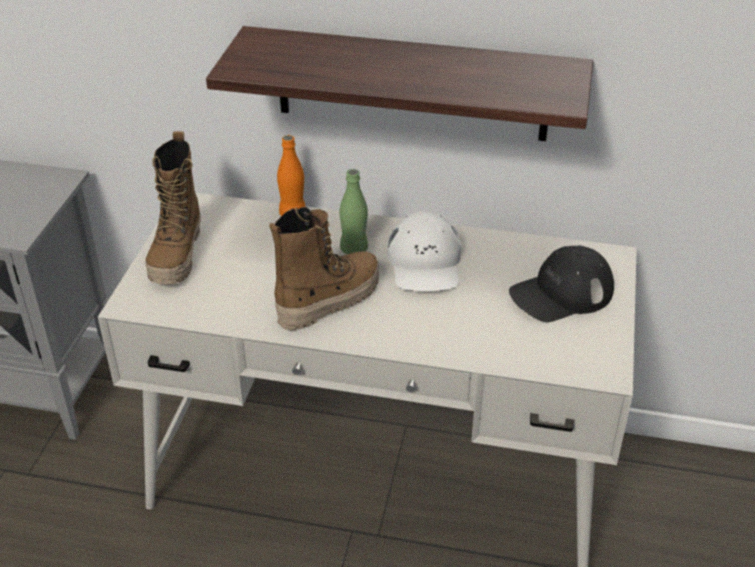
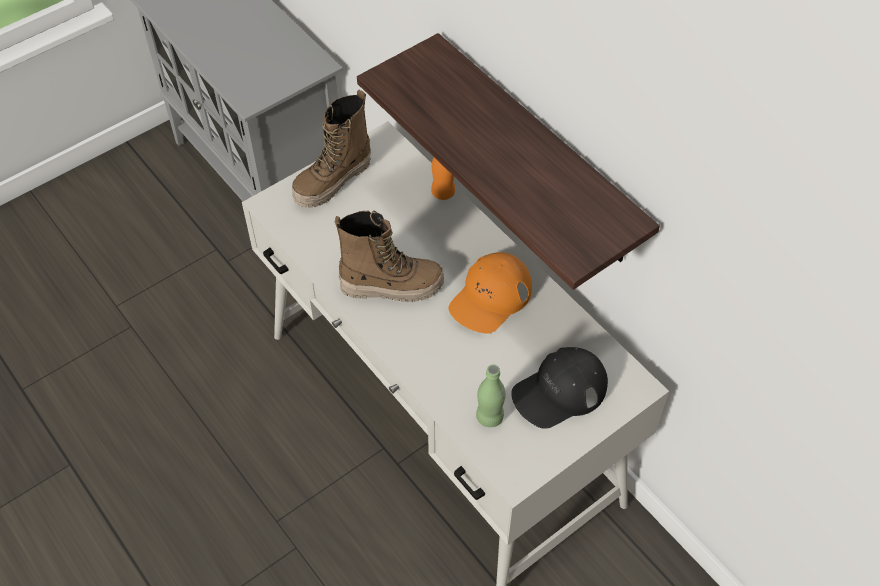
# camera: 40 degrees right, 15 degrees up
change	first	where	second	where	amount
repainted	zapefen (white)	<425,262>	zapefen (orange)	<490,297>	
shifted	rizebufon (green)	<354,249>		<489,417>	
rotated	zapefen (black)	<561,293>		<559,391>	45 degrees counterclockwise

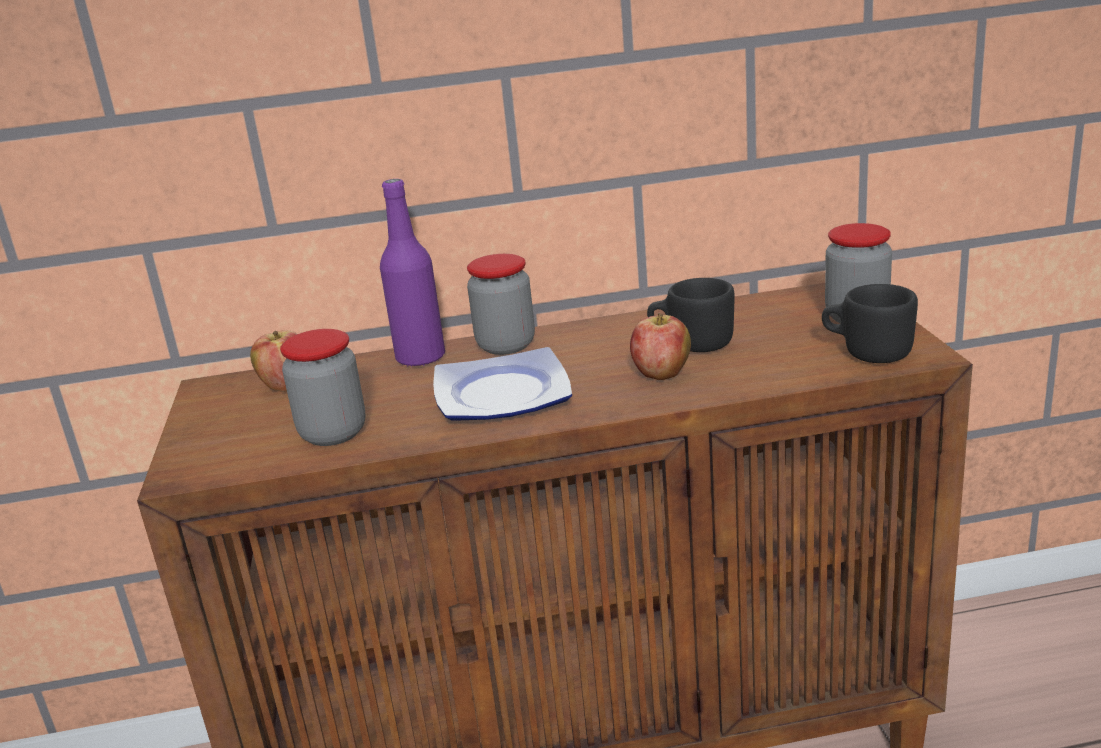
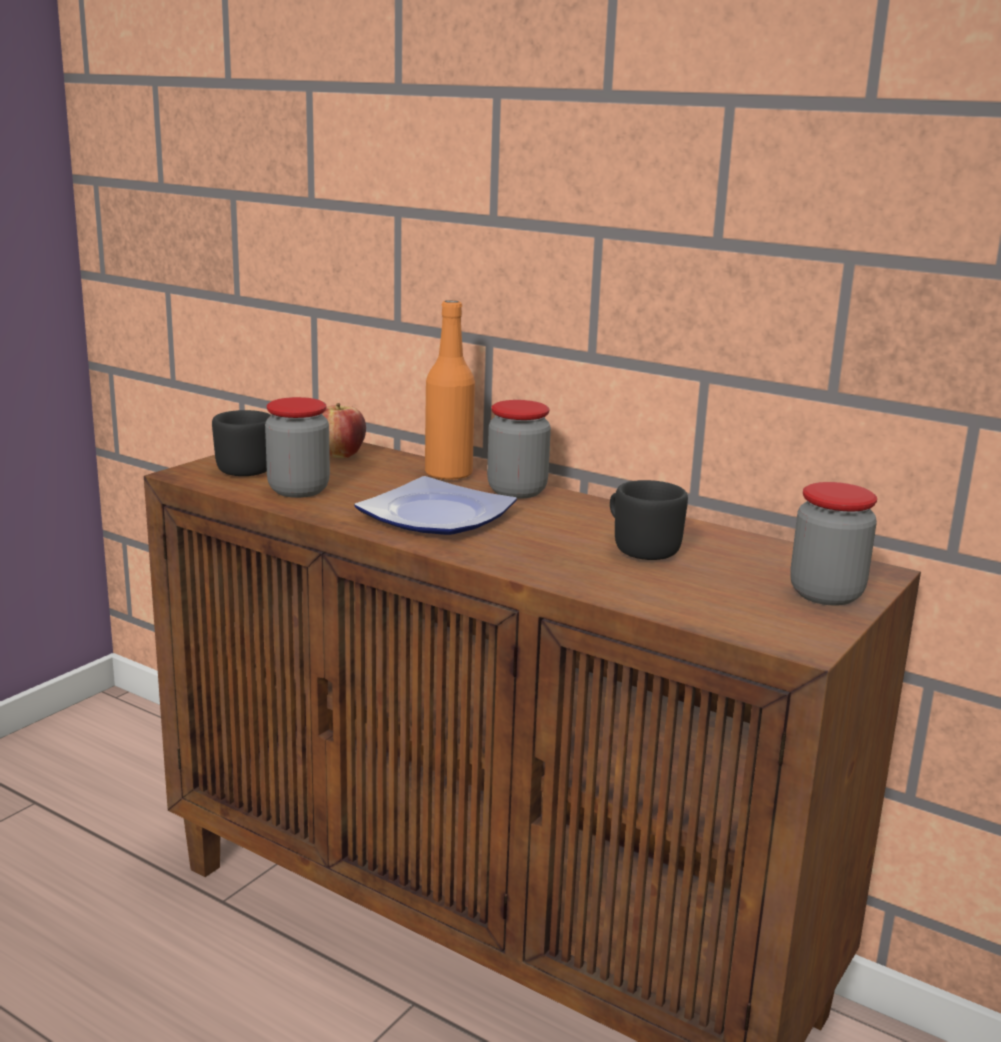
# camera: 40 degrees right, 5 degrees down
change	first	where	second	where	amount
shifted	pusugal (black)	<867,353>		<245,468>	
repainted	rizebufon (purple)	<420,358>	rizebufon (orange)	<448,474>	
gone	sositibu	<661,375>			

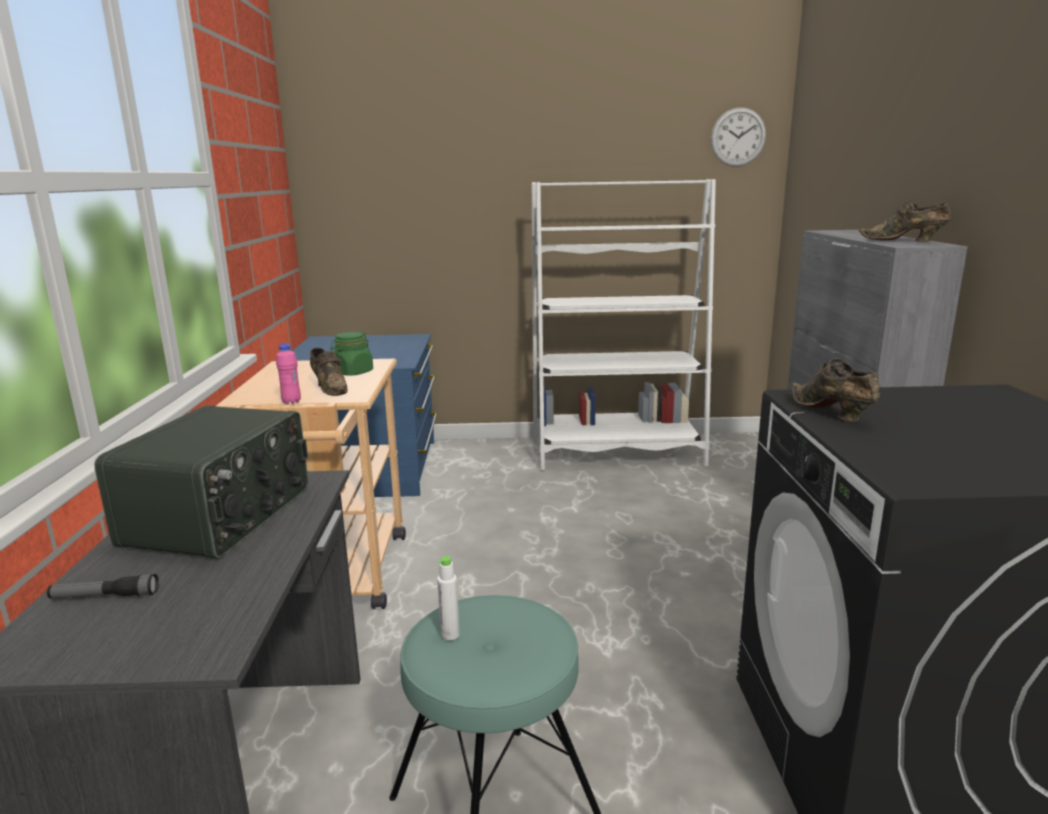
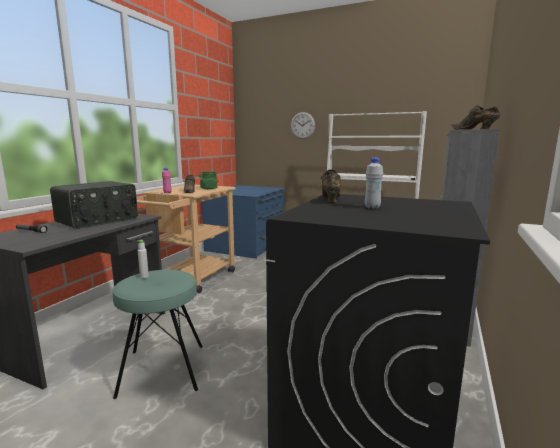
# camera: 25 degrees right, 5 degrees down
change	first	where	second	where	amount
shifted	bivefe	<738,137>		<302,125>	
new			rizebufon (white)	<372,207>	

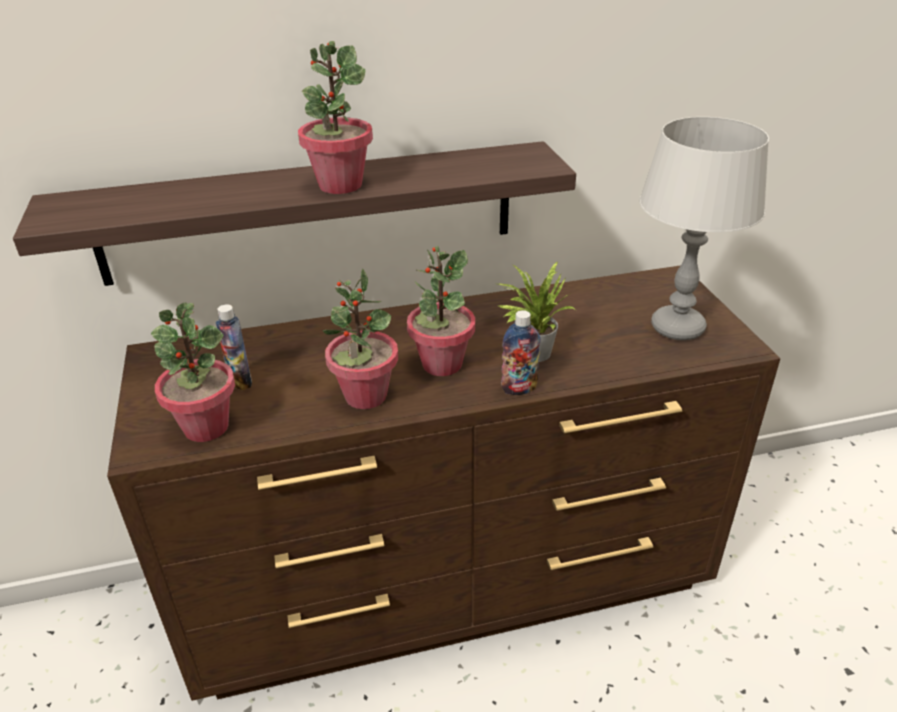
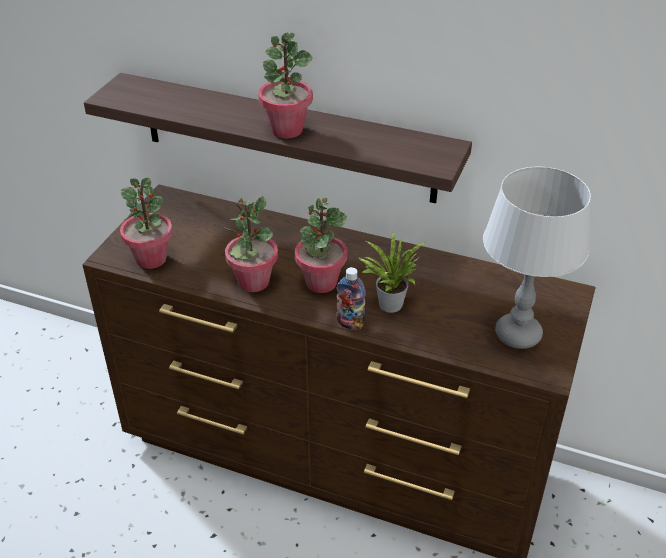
# camera: 35 degrees right, 5 degrees up
change	first	where	second	where	amount
gone	rizebufon	<240,381>			

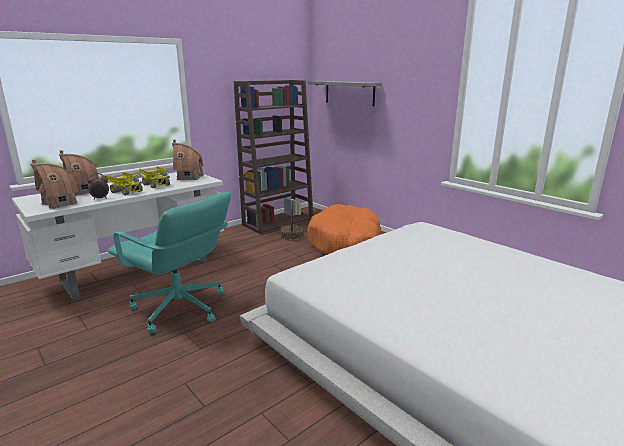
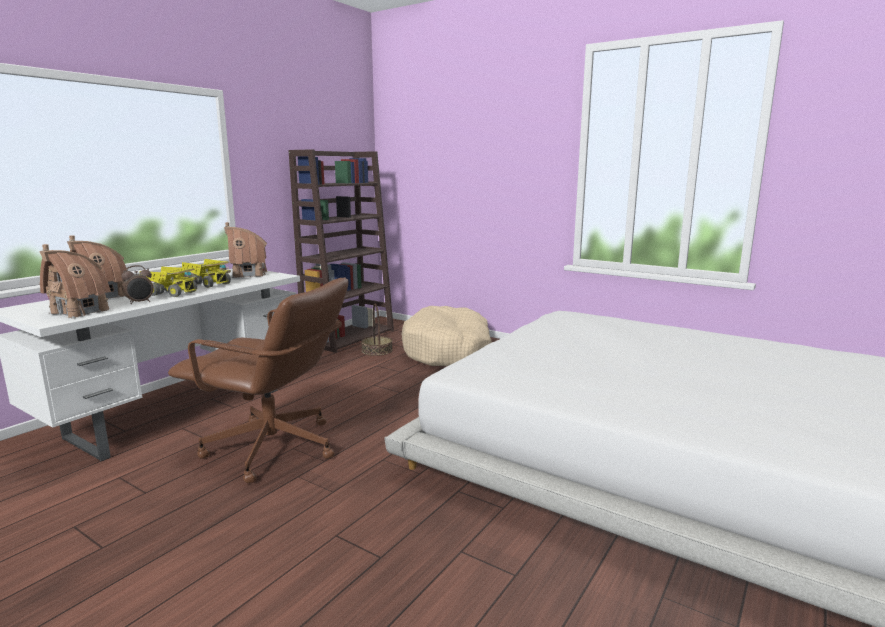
# camera: 15 degrees left, 5 degrees down
change	first	where	second	where	amount
repainted	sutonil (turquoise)	<179,309>	sutonil (brown)	<273,449>	
repainted	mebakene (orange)	<344,241>	mebakene (beige)	<448,351>	
gone	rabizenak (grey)	<349,93>			

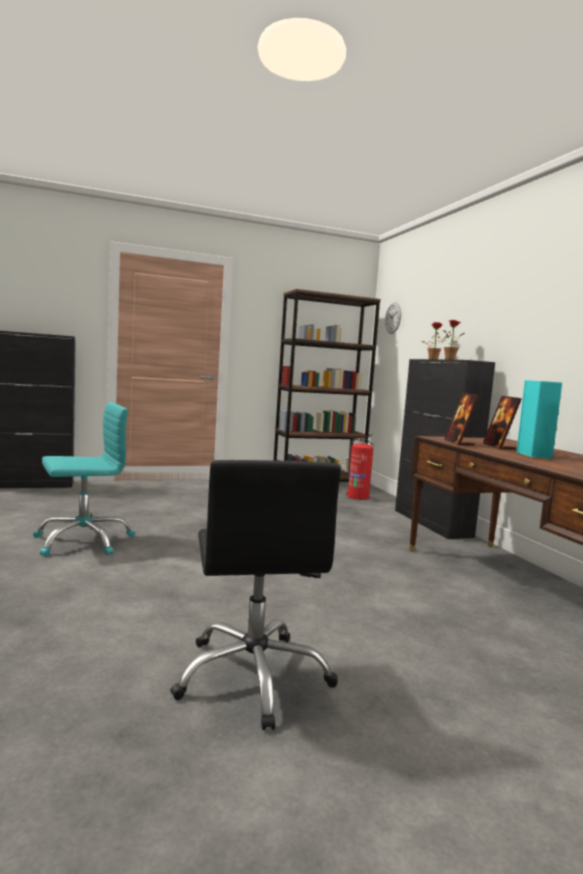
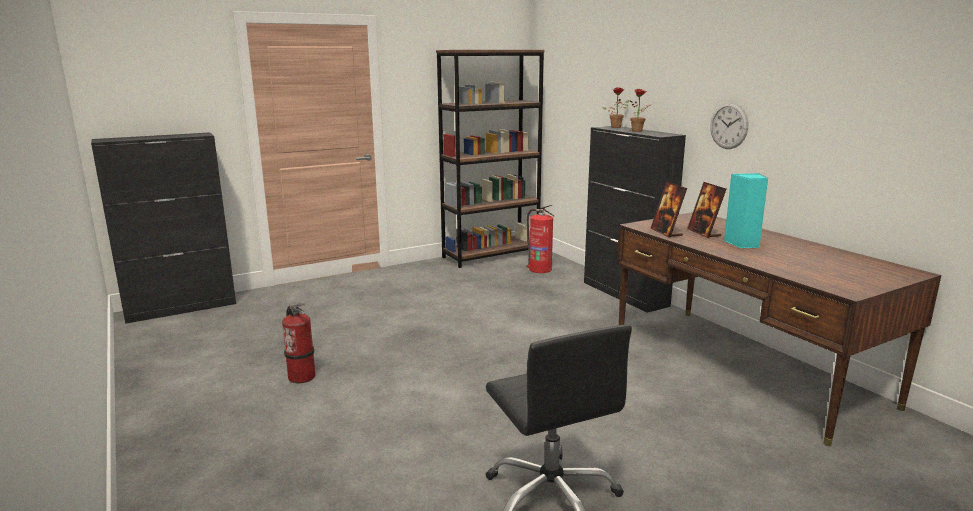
# camera: 10 degrees left, 10 degrees up
change	first	where	second	where	amount
swapped	sutonil (turquoise)	<83,541>	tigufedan	<302,376>	
shifted	bivefe	<393,318>		<729,126>	

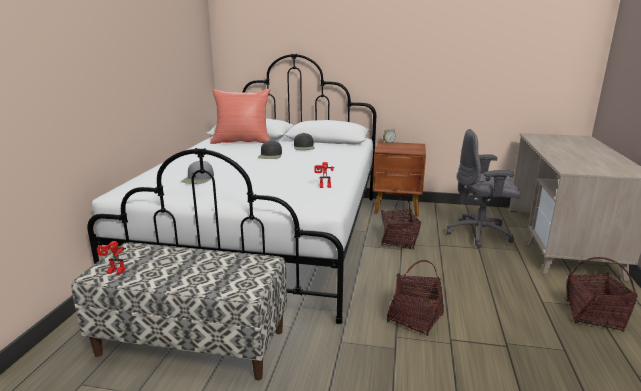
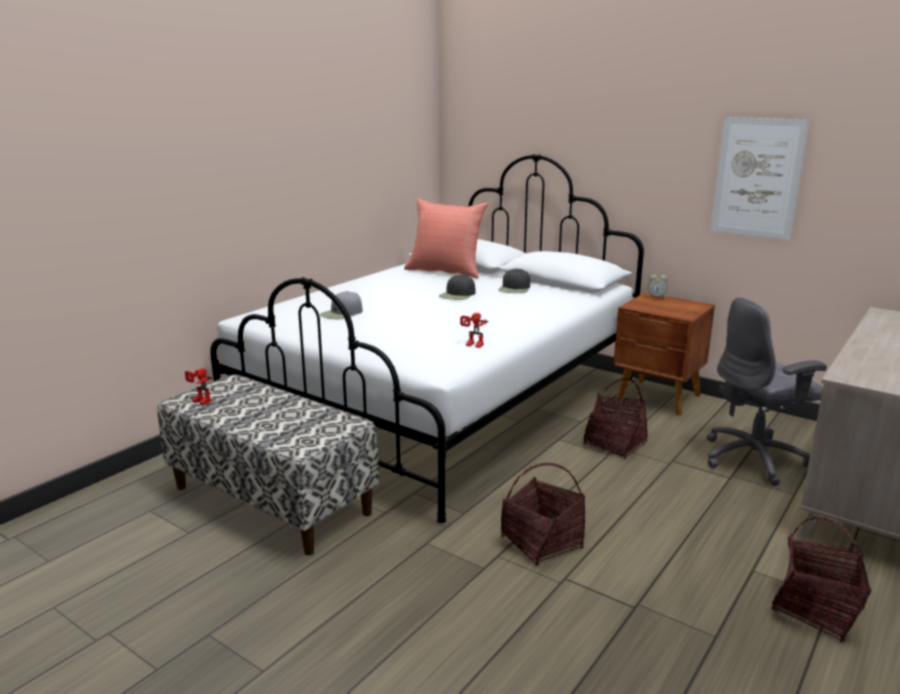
# camera: 25 degrees right, 0 degrees up
change	first	where	second	where	amount
rotated	sutonil (grey)	<480,234>		<754,459>	45 degrees counterclockwise
new			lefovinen	<757,178>	

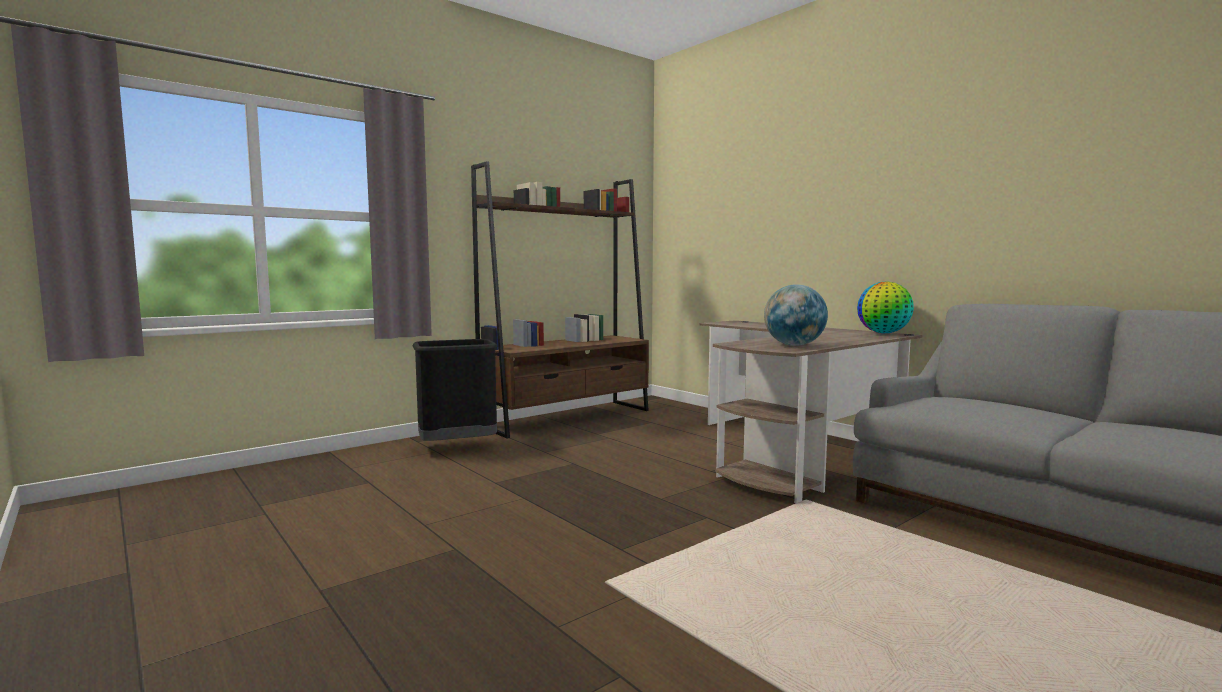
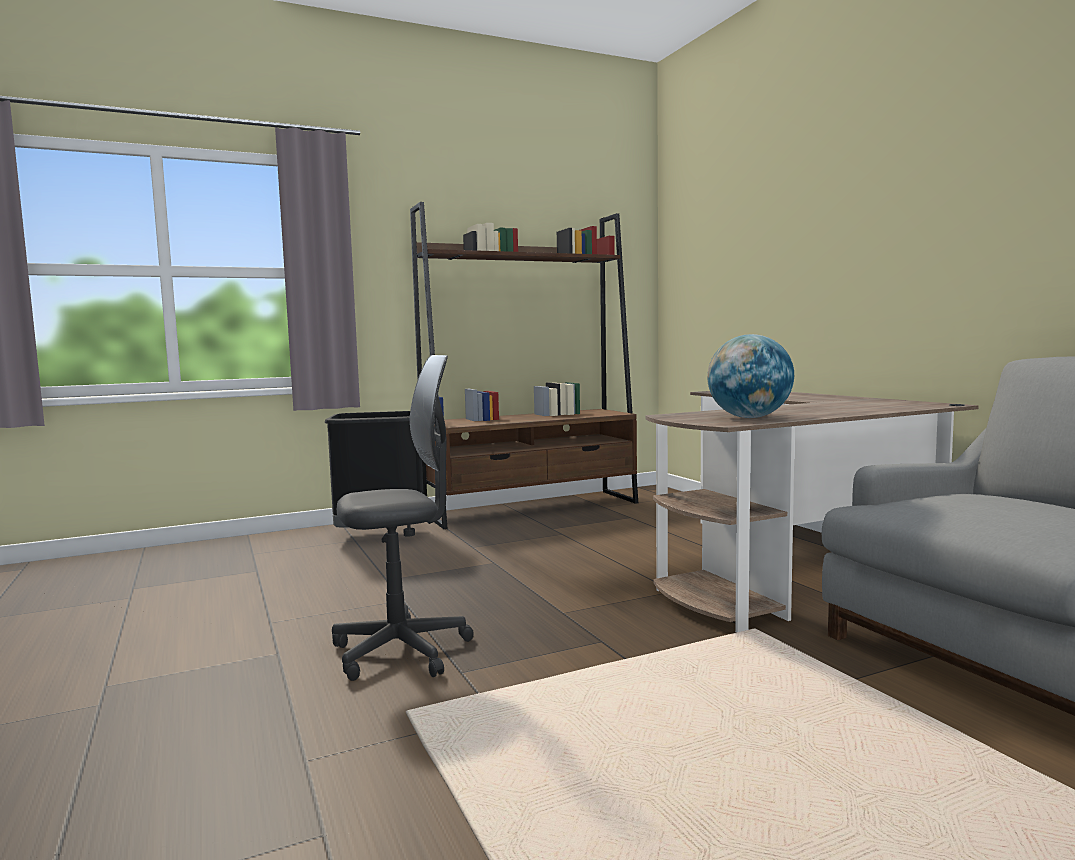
# camera: 15 degrees right, 0 degrees up
change	first	where	second	where	amount
new			sutonil (grey)	<401,652>	
gone	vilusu	<884,333>			

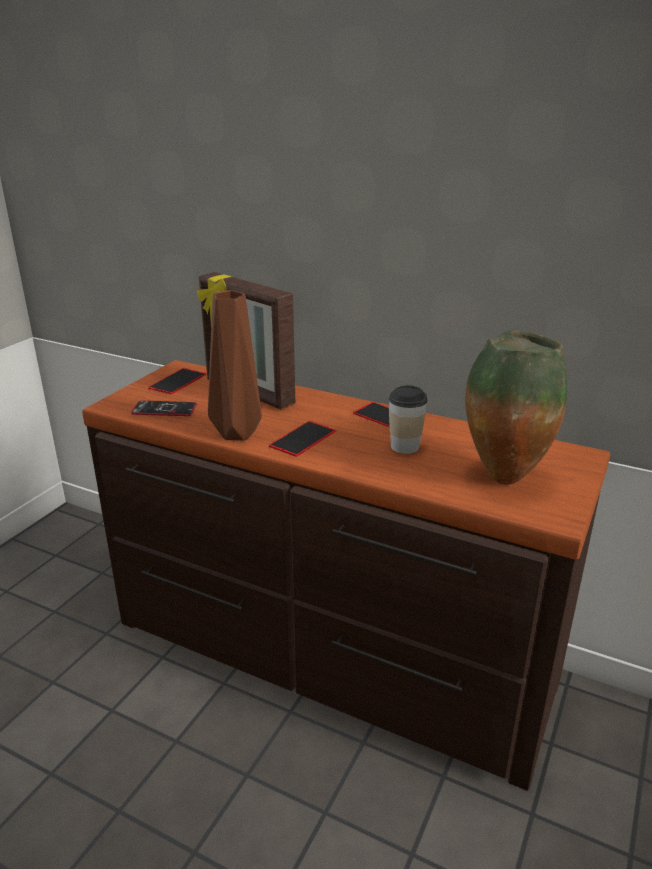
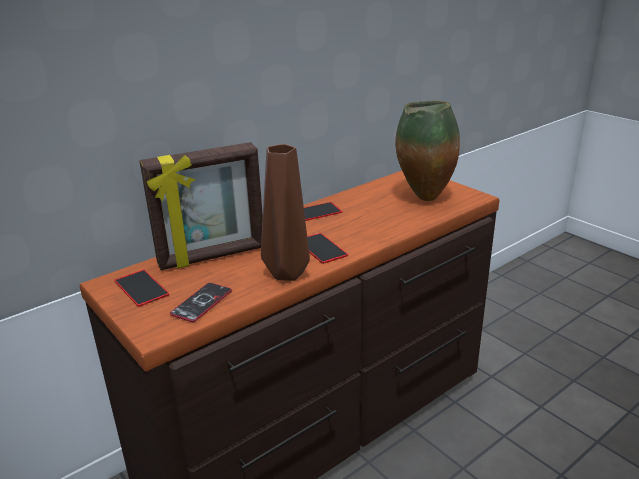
# camera: 65 degrees left, 0 degrees up
change	first	where	second	where	amount
gone	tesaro	<405,446>			

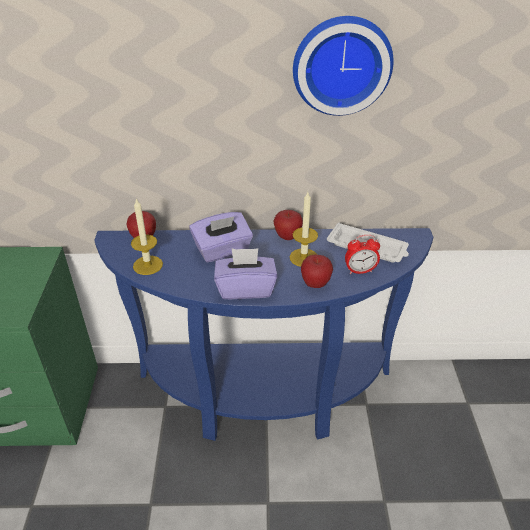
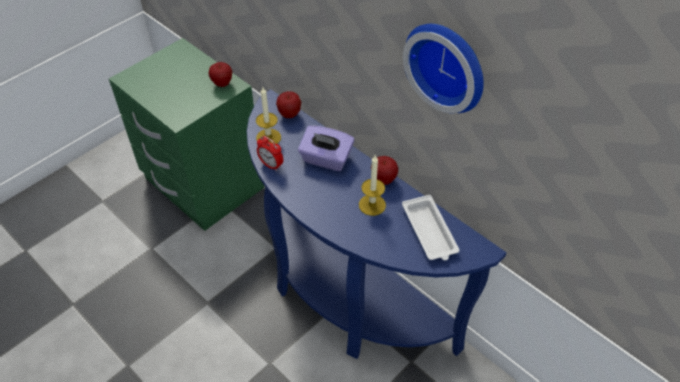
# camera: 45 degrees right, 10 degrees up
change	first	where	second	where	amount
shifted	sositibu	<315,284>		<222,84>	
shifted	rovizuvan	<360,271>		<271,165>	
gone	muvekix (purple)	<245,288>			

